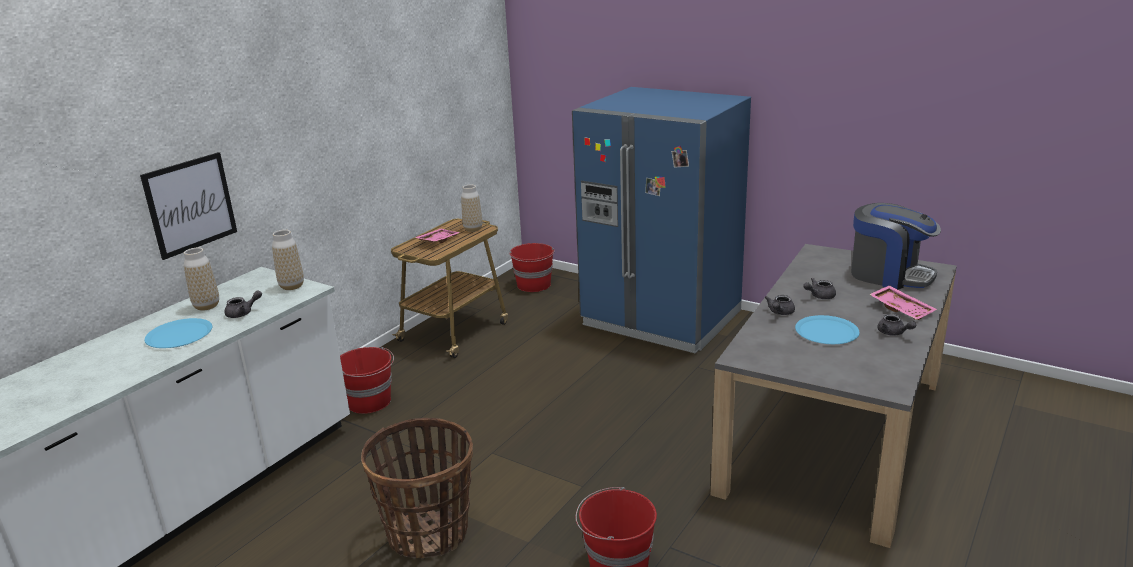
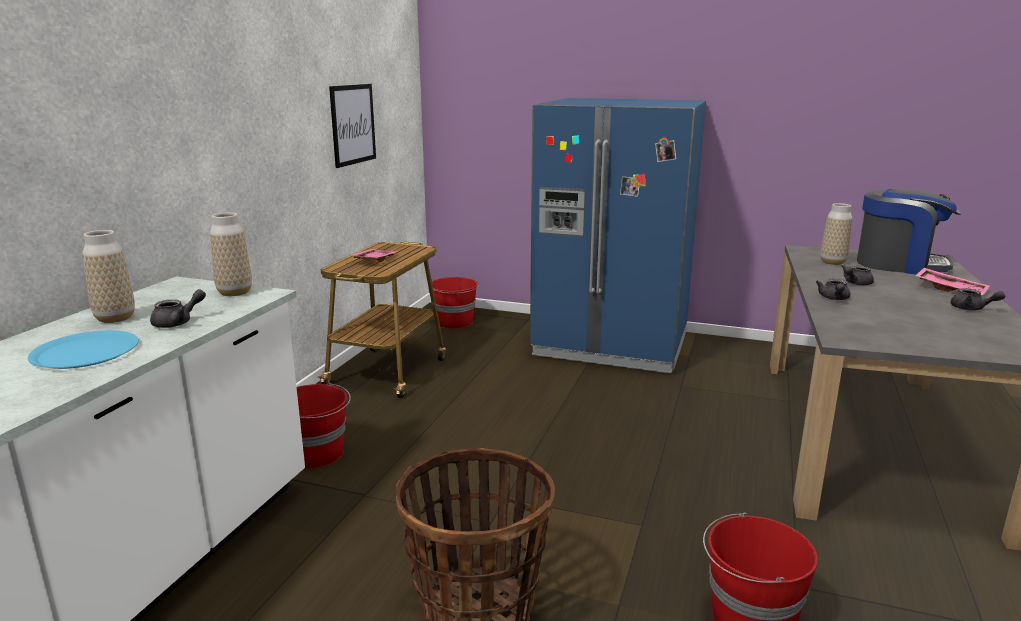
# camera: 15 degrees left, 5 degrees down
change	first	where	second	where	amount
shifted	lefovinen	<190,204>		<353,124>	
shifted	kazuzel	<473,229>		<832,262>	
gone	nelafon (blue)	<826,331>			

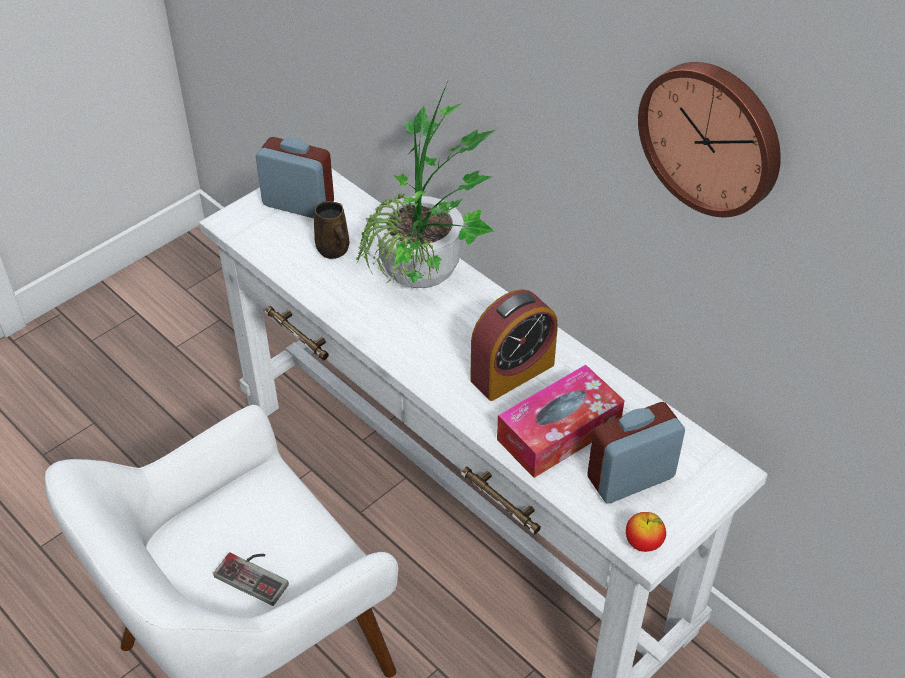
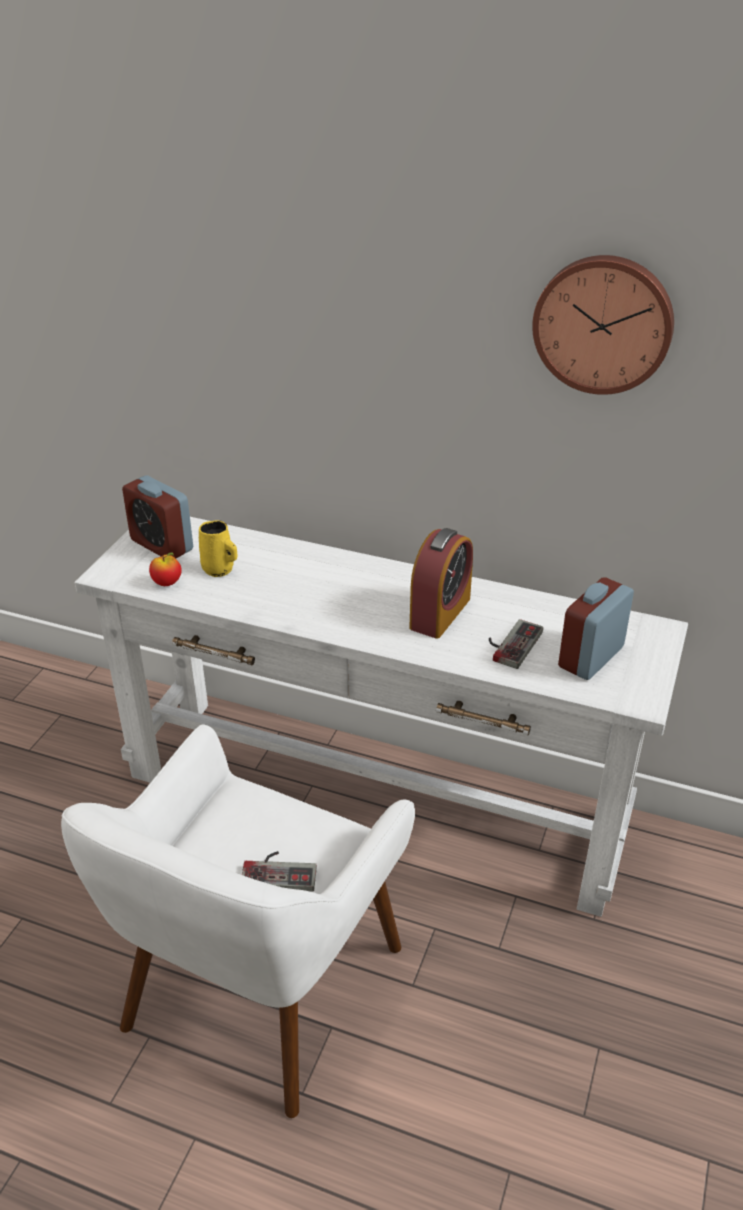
# camera: 25 degrees left, 10 degrees down
change	first	where	second	where	amount
rotated	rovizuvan	<298,204>		<162,545>	135 degrees counterclockwise
shifted	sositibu	<643,543>		<167,583>	
repainted	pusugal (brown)	<333,250>	pusugal (yellow)	<219,570>	
swapped	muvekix	<559,432>	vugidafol	<510,643>	
gone	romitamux	<424,286>			

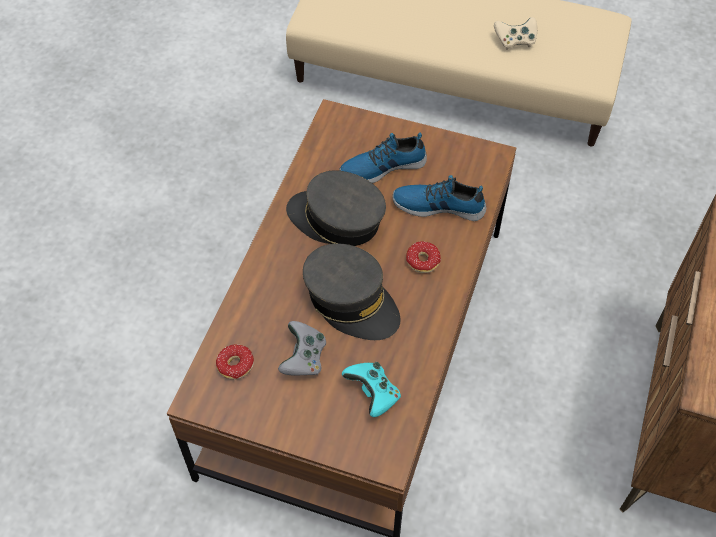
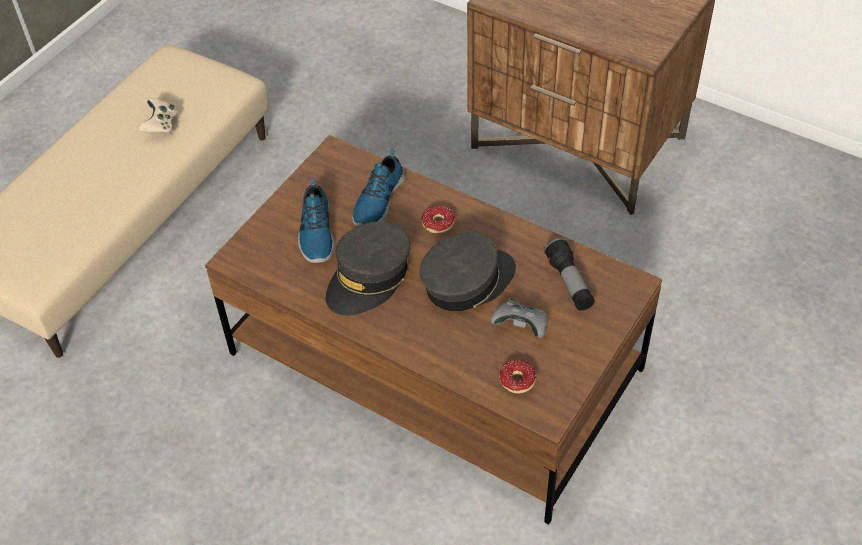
# camera: 75 degrees left, 5 degrees down
change	first	where	second	where	amount
swapped	vugidafol (turquoise)	<373,394>	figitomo	<569,283>	

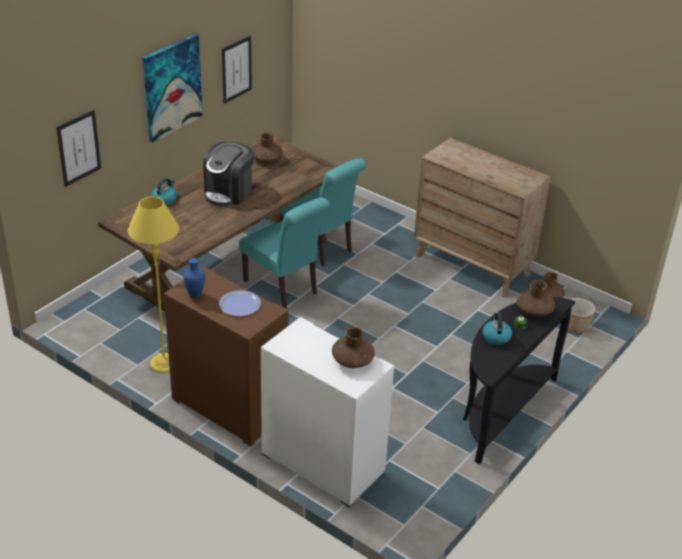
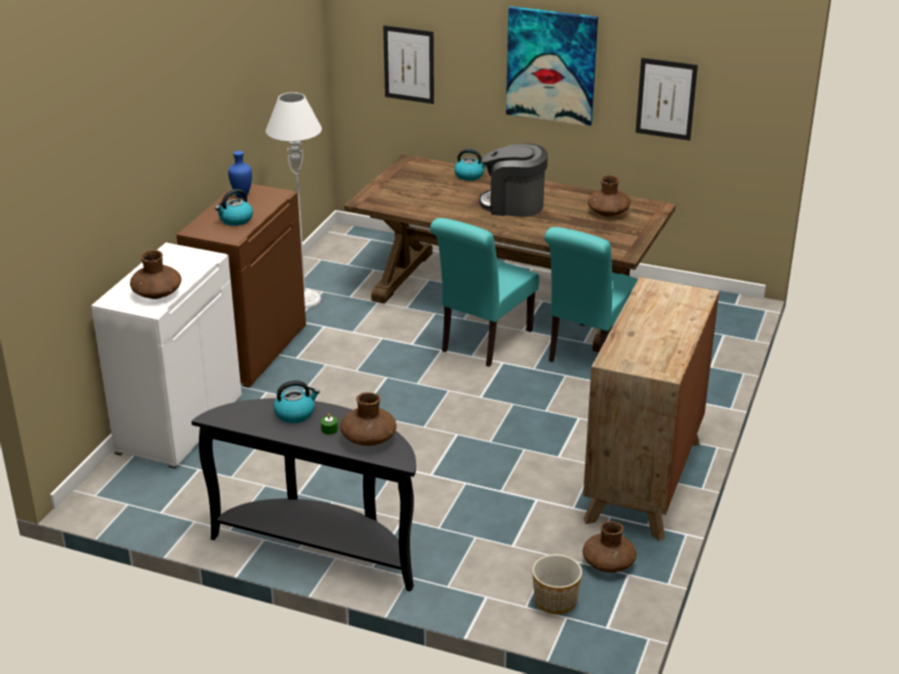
# camera: 75 degrees right, 5 degrees down
change	first	where	second	where	amount
swapped	nelafon	<240,304>	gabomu	<235,220>	
repainted	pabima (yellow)	<164,363>	pabima (grey)	<304,299>	

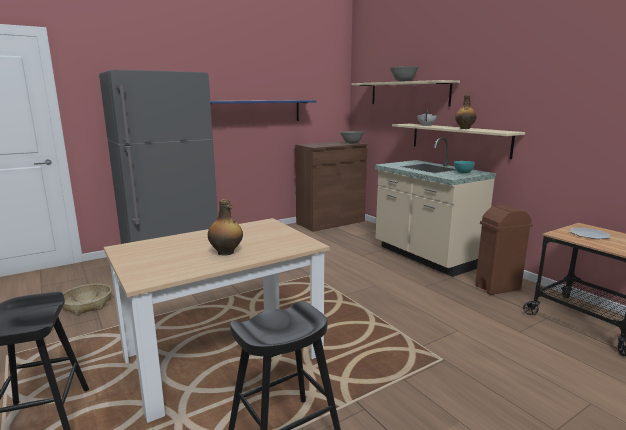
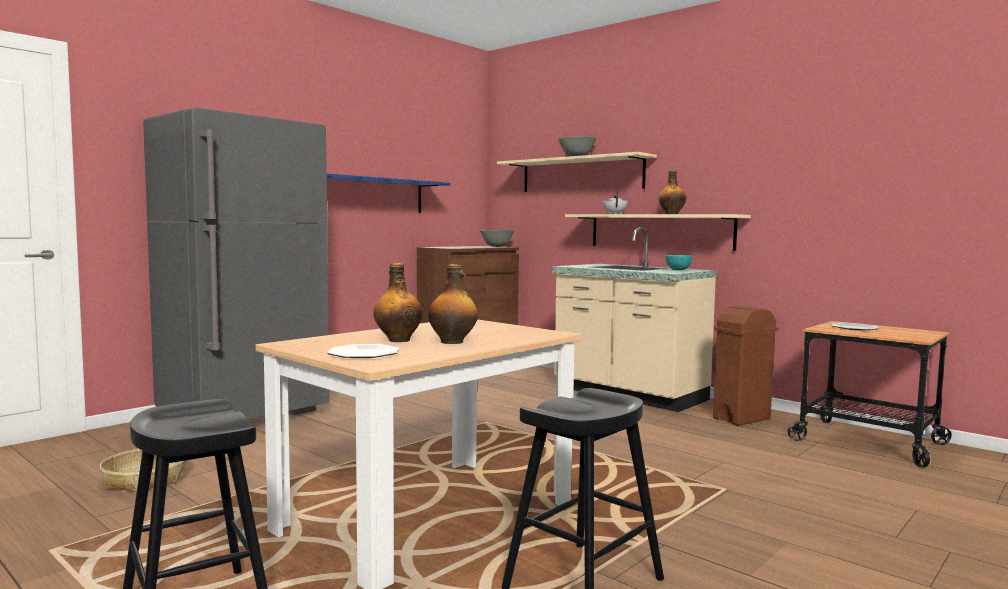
# camera: 15 degrees left, 10 degrees down
change	first	where	second	where	amount
new			nelafon	<363,354>	
new			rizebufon	<398,340>	

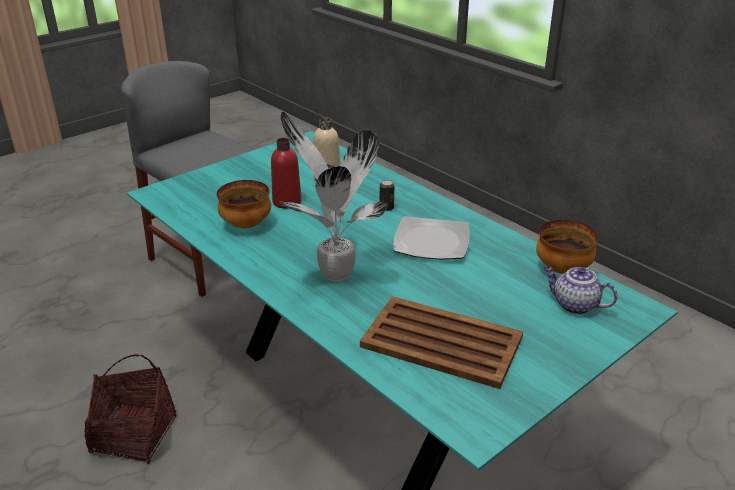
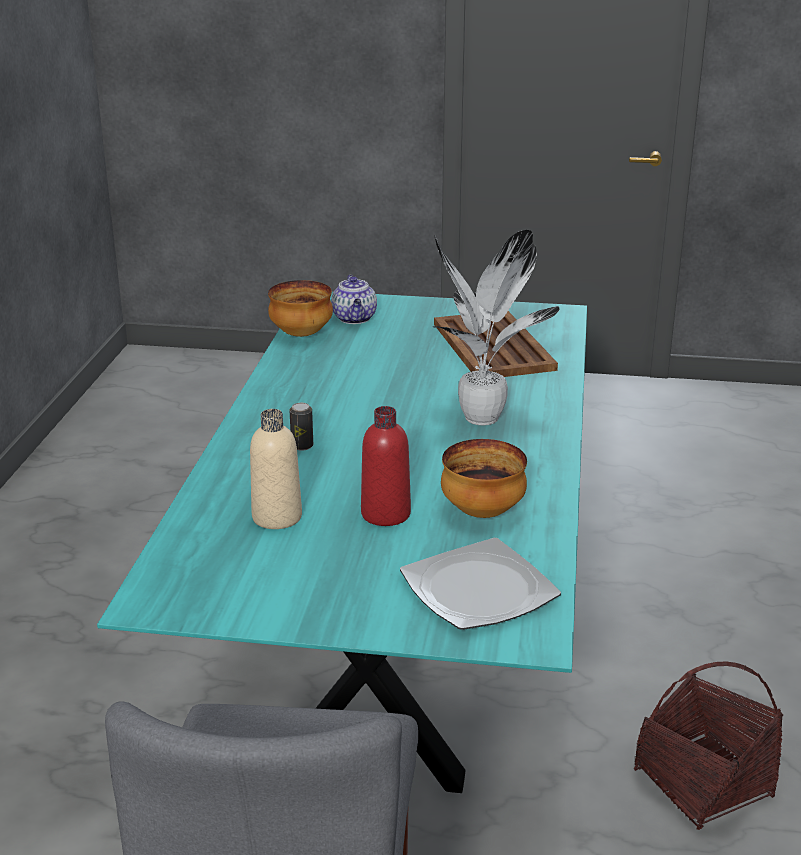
# camera: 130 degrees left, 5 degrees down
change	first	where	second	where	amount
shifted	nelafon	<432,241>		<477,589>	

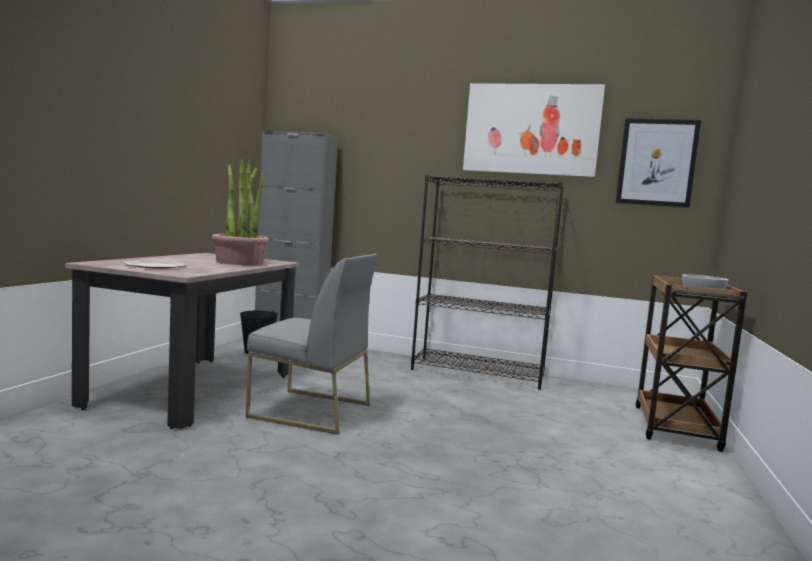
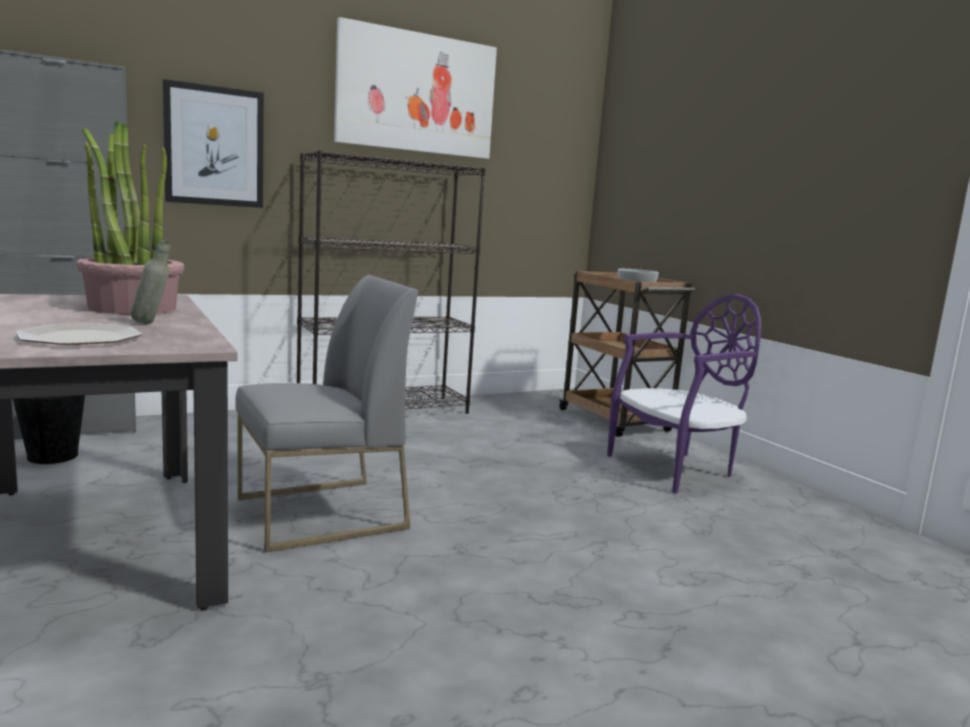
# camera: 45 degrees left, 5 degrees up
change	first	where	second	where	amount
new			rizebufon (grey)	<152,324>	
shifted	lefovinen	<656,163>		<214,146>	
new			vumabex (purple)	<676,469>	

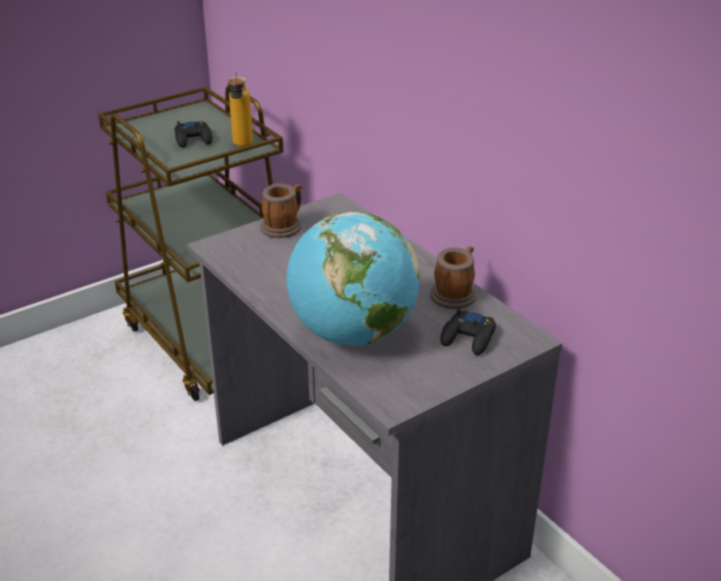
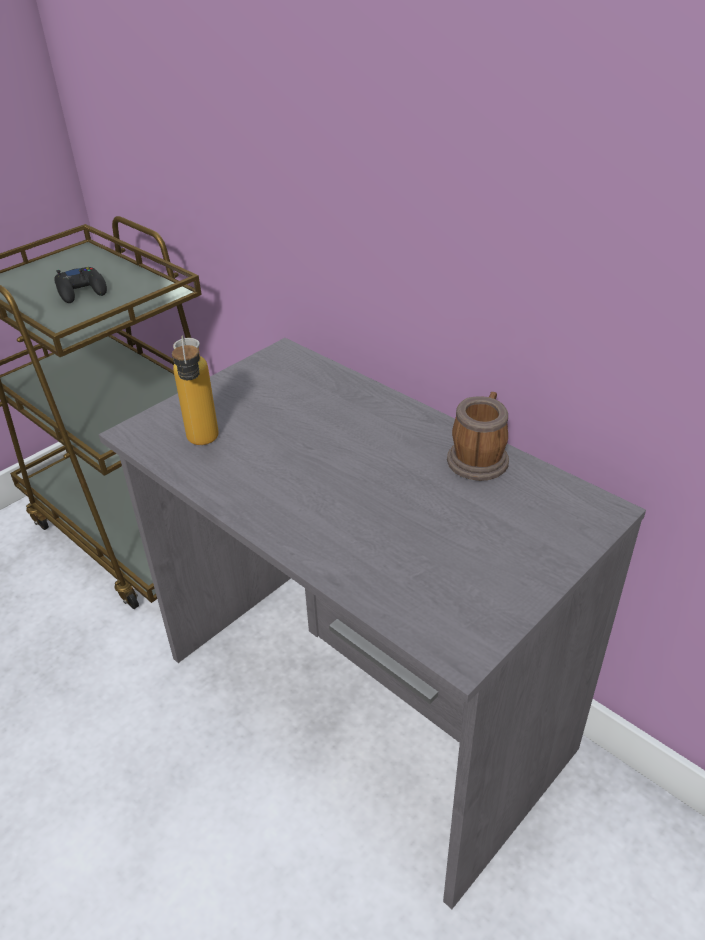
# camera: 10 degrees left, 5 degrees up
change	first	where	second	where	amount
shifted	rizebufon	<242,146>		<203,445>	
gone	pusugal	<284,226>			
gone	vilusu	<352,334>			
gone	vugidafol (black)	<468,338>			

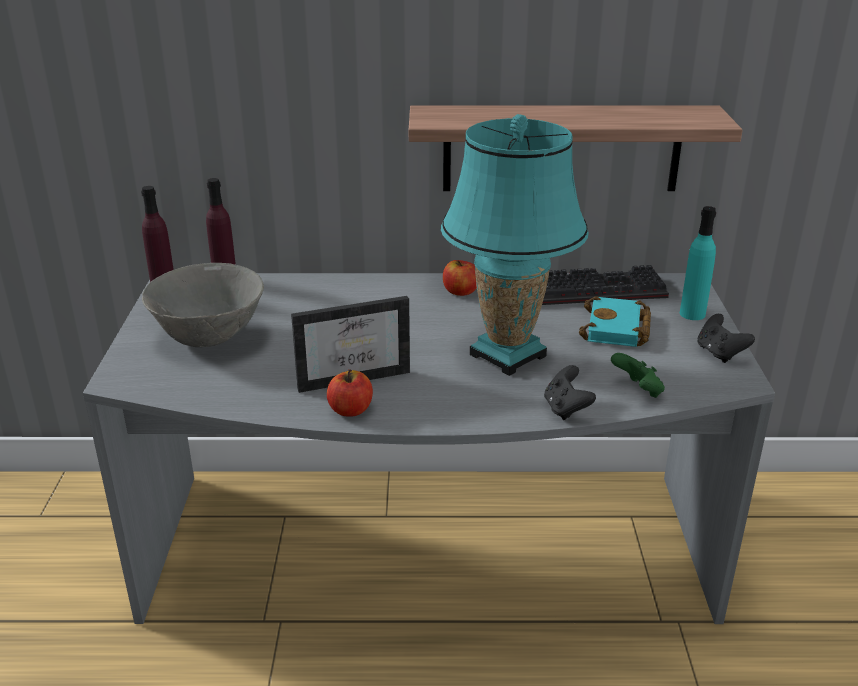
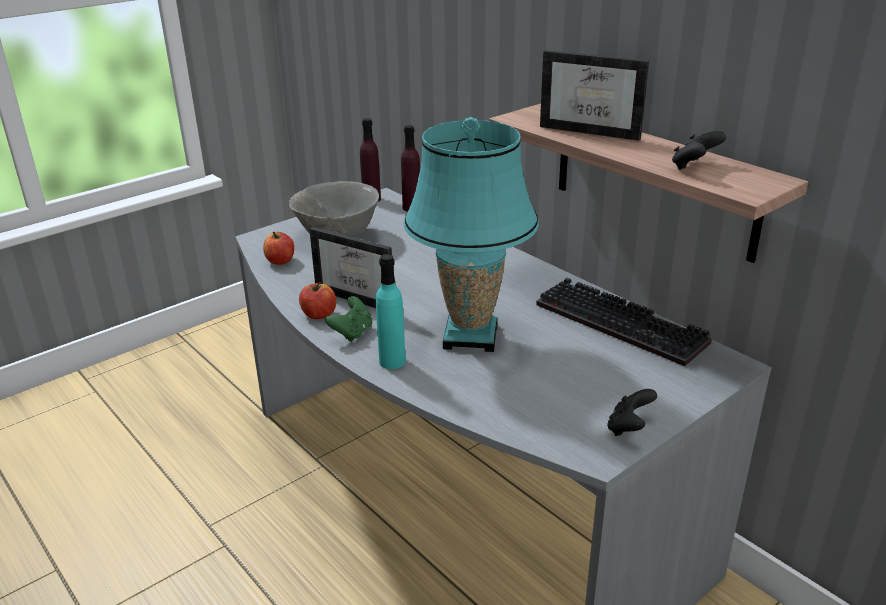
# camera: 50 degrees right, 0 degrees up
change	first	where	second	where	amount
shifted	sositibu	<460,292>		<280,261>	
shifted	vugidafol (green)	<638,391>		<352,333>	
shifted	rizebufon (turquoise)	<692,314>		<392,361>	
new			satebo	<594,130>	
shifted	vugidafol (black)	<566,409>		<694,167>	
gone	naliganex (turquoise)	<617,329>			

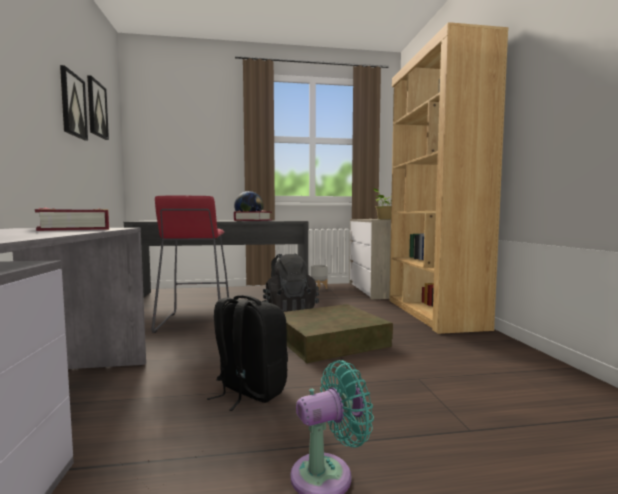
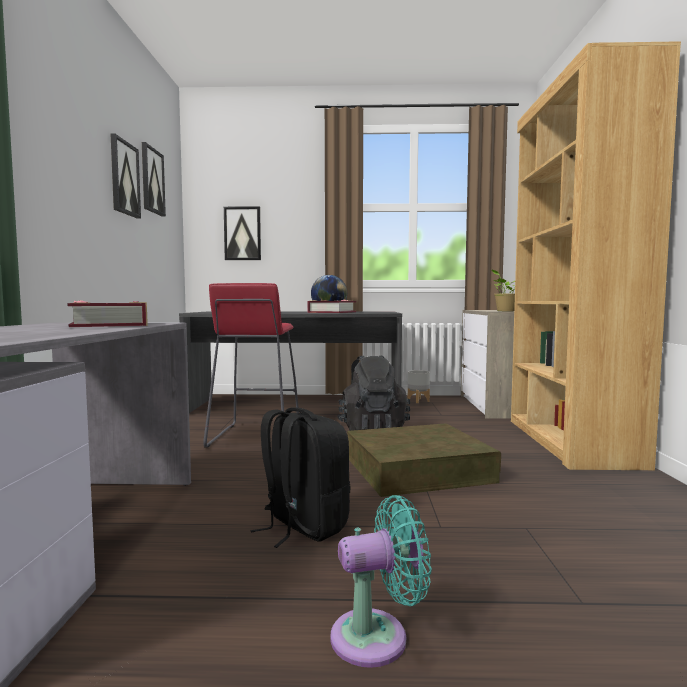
# camera: 10 degrees right, 0 degrees up
change	first	where	second	where	amount
new			lefovinen	<242,233>	

